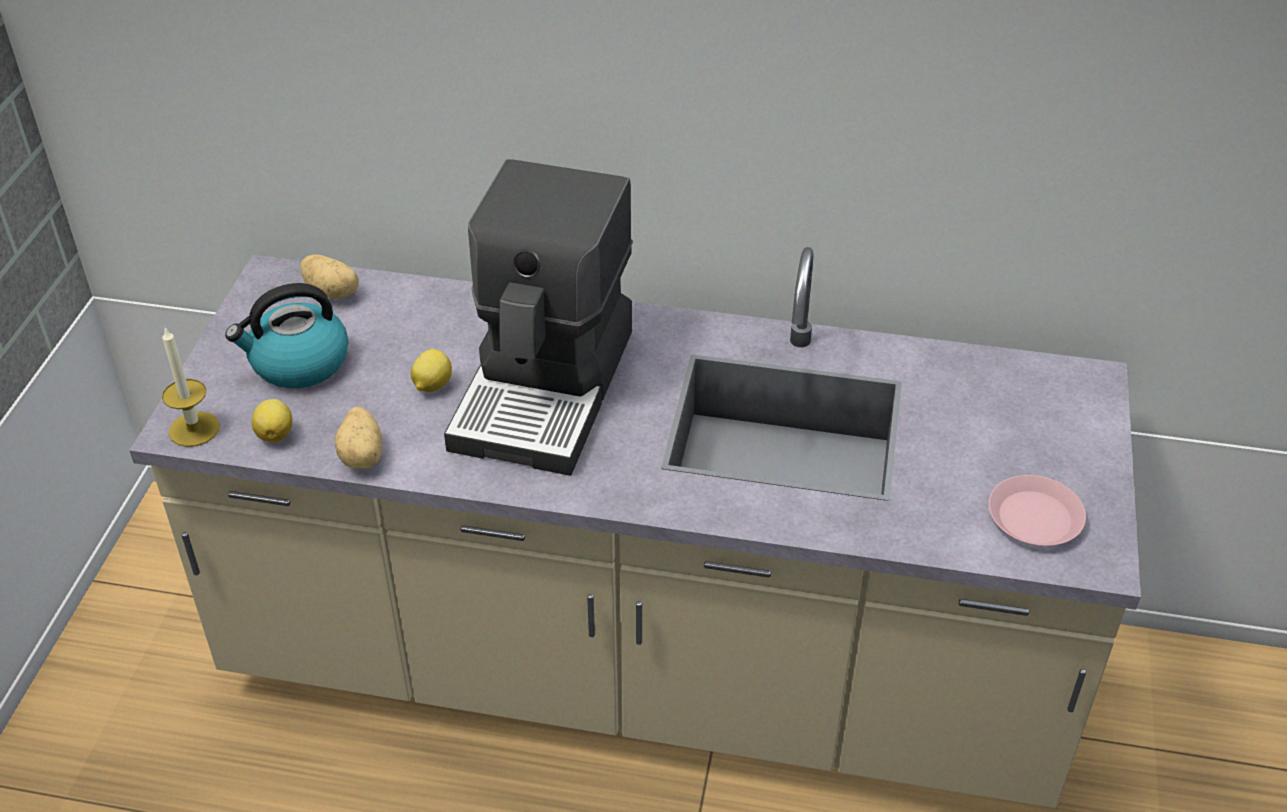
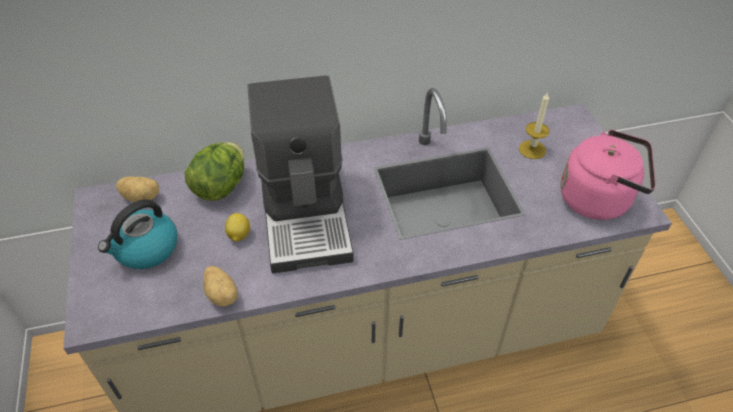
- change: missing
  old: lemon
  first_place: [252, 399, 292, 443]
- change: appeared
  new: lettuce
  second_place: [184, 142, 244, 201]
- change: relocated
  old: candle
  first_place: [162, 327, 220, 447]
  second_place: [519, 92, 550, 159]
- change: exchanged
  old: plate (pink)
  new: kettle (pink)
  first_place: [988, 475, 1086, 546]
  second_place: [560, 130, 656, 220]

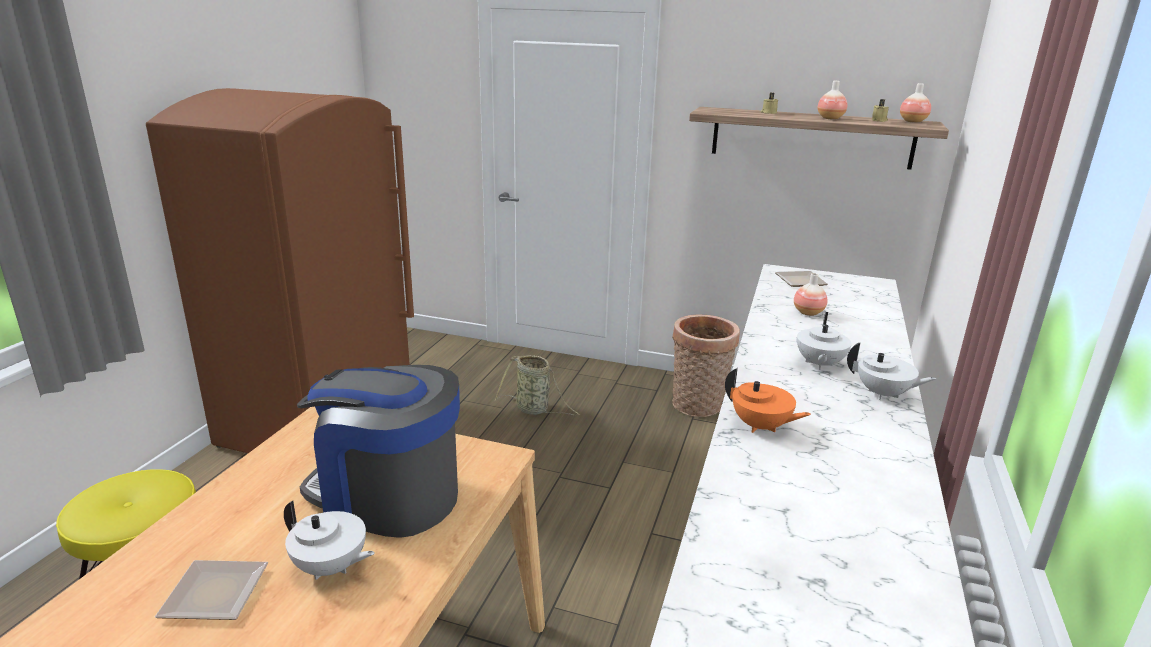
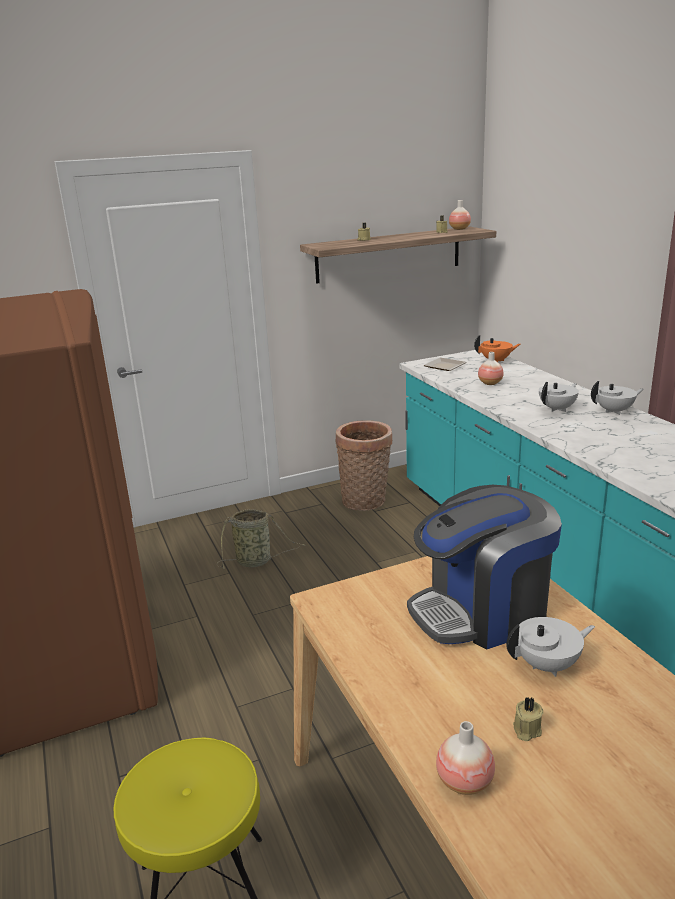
- change: relocated
  old: teapot (orange)
  first_place: [725, 368, 811, 433]
  second_place: [474, 335, 520, 362]
- change: relocated
  old: vase
  first_place: [818, 81, 847, 120]
  second_place: [436, 721, 495, 795]
- change: exchanged
  old: plate
  new: candle (beige)
  first_place: [155, 560, 268, 620]
  second_place: [513, 697, 544, 741]
- change: spun
  old: teapot (white)
  first_place: [797, 312, 852, 370]
  second_place: [539, 382, 579, 412]
  degrees: -105

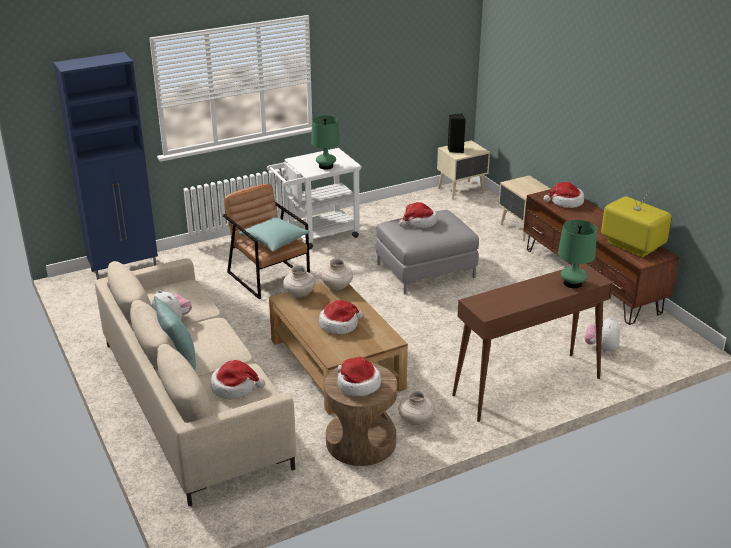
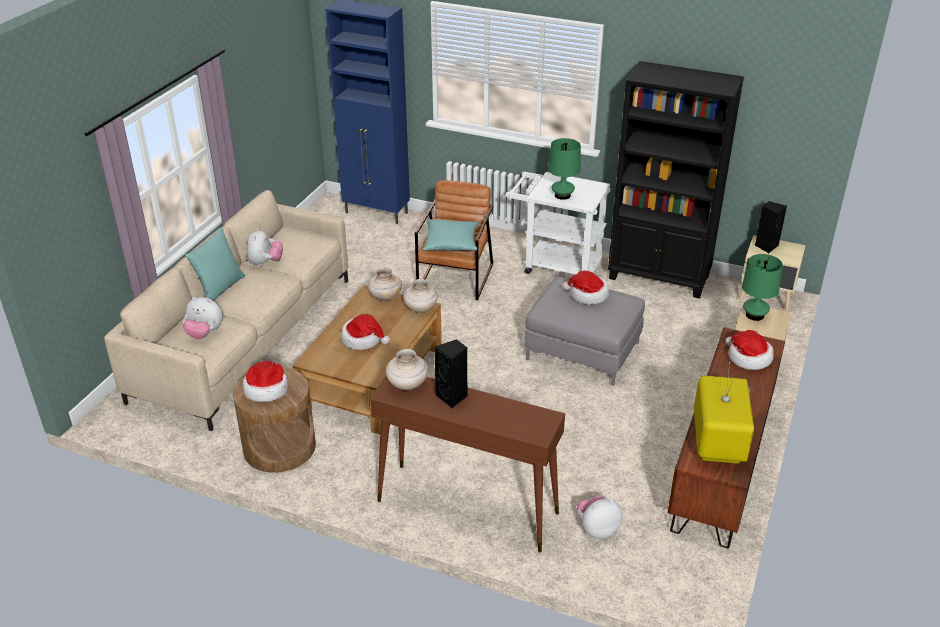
- change: appeared
  new: speaker (black)
  second_place: [435, 339, 468, 408]
- change: appeared
  new: bookcase (black)
  second_place: [608, 61, 744, 299]
- change: relocated
  old: vase (beige)
  first_place: [398, 390, 434, 425]
  second_place: [386, 349, 428, 390]
- change: relocated
  old: table lamp (green)
  first_place: [558, 220, 597, 288]
  second_place: [742, 254, 783, 321]
- change: exchanged
  old: hat
  new: plush toy
  first_place: [211, 360, 265, 399]
  second_place: [183, 297, 223, 339]

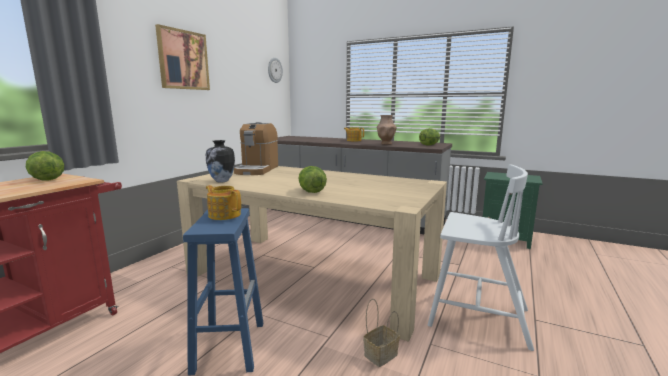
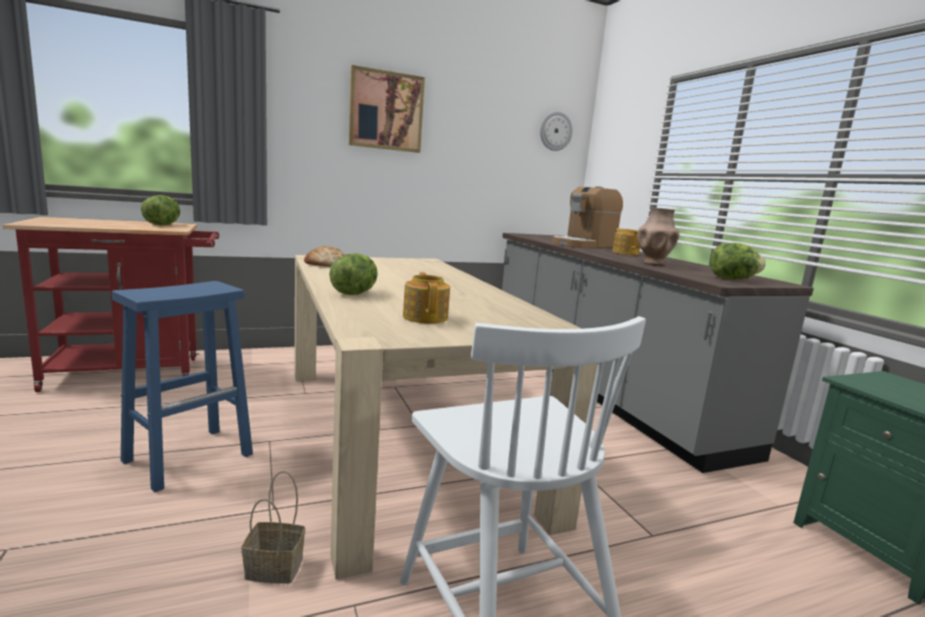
- change: relocated
  old: teapot
  first_place: [206, 185, 241, 220]
  second_place: [403, 272, 450, 324]
- change: relocated
  old: coffee machine
  first_place: [234, 122, 278, 175]
  second_place: [552, 186, 623, 248]
- change: exchanged
  old: vase
  new: bread
  first_place: [206, 140, 235, 183]
  second_place: [304, 246, 345, 267]

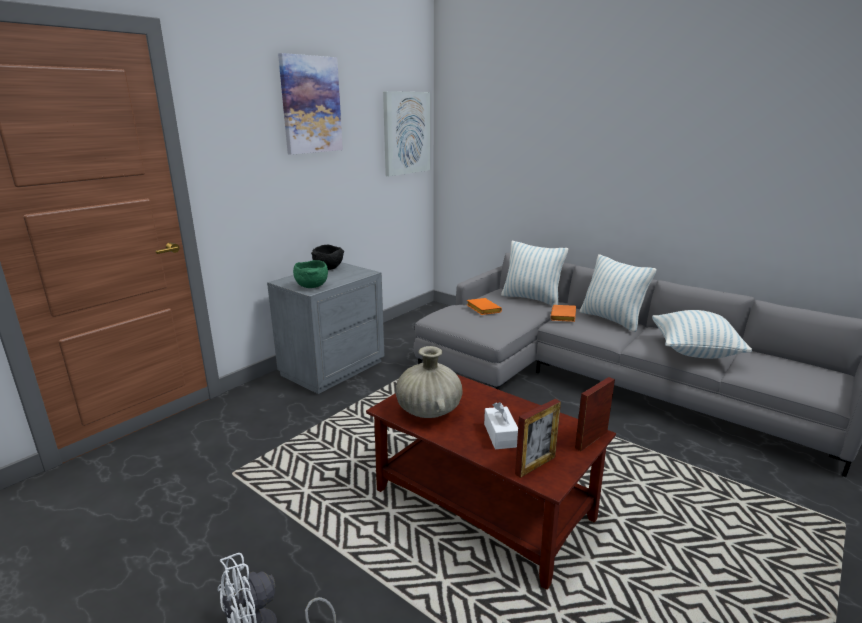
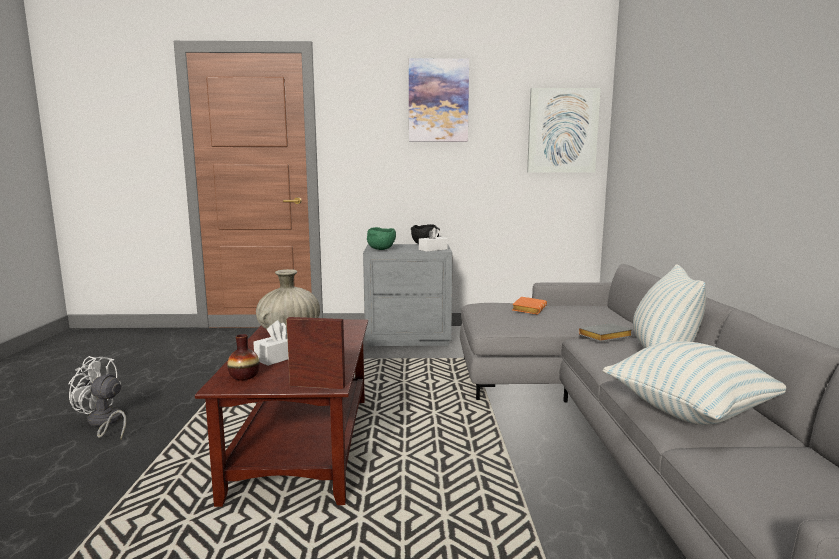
- change: missing
  old: pillow
  first_place: [501, 241, 568, 306]
- change: appeared
  new: tissue box (white)
  second_place: [419, 228, 448, 252]
- change: exchanged
  old: picture frame
  new: vase
  first_place: [515, 399, 561, 478]
  second_place: [227, 334, 260, 380]
- change: colour
  old: book (orange)
  new: book (grey)
  first_place: [550, 305, 576, 322]
  second_place: [579, 323, 633, 342]

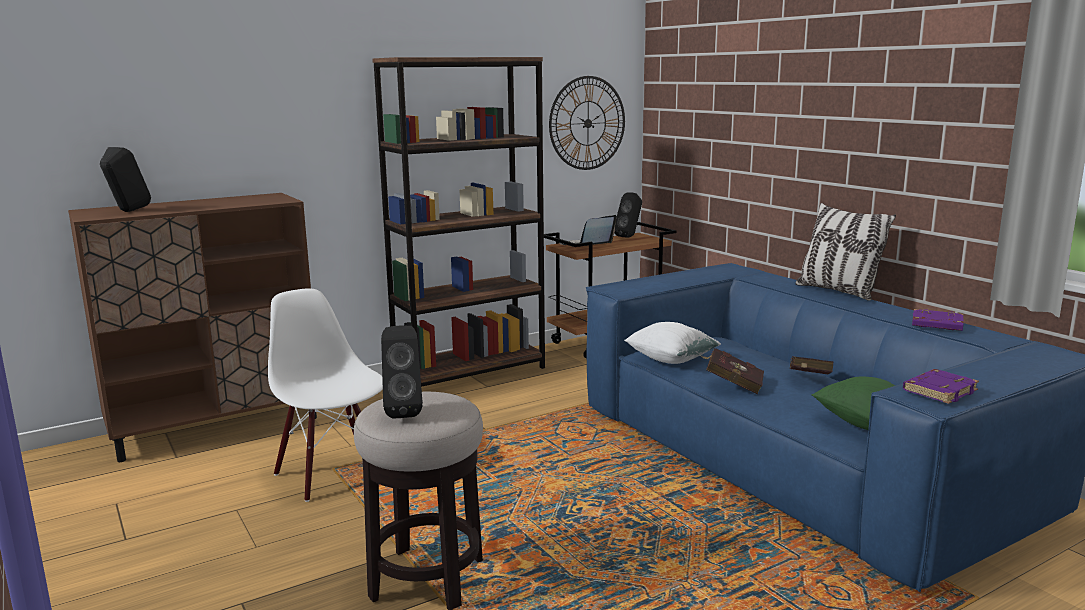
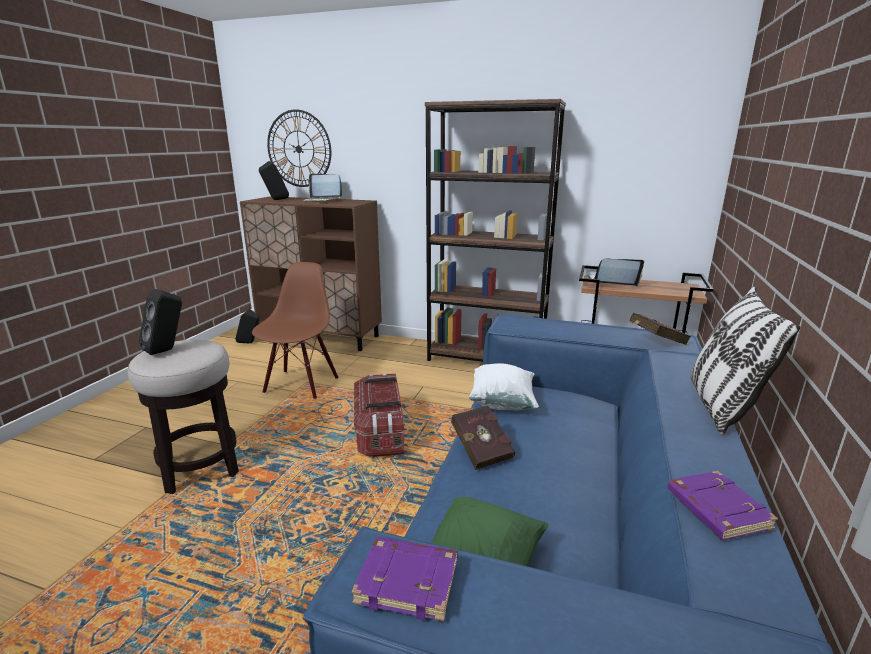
- change: appeared
  new: laptop
  second_place: [303, 174, 342, 202]
- change: appeared
  new: storage box
  second_place: [354, 373, 405, 457]
- change: relocated
  old: wall clock
  first_place: [549, 76, 625, 170]
  second_place: [267, 109, 331, 187]
- change: relocated
  old: speaker (black)
  first_place: [615, 192, 642, 237]
  second_place: [235, 309, 260, 343]
- change: relocated
  old: book (red)
  first_place: [790, 356, 834, 374]
  second_place: [630, 313, 691, 345]
- change: colour
  old: chair (white)
  new: chair (brown)
  first_place: [268, 288, 383, 502]
  second_place: [252, 262, 339, 399]

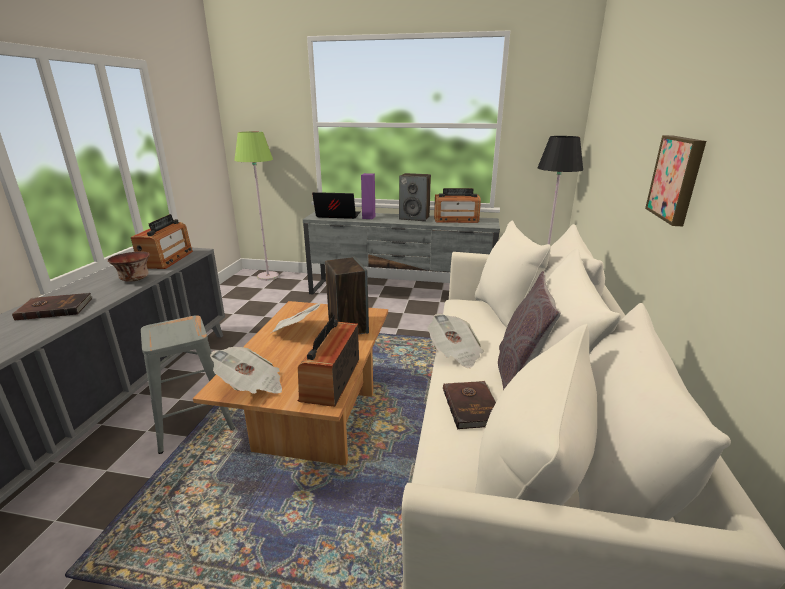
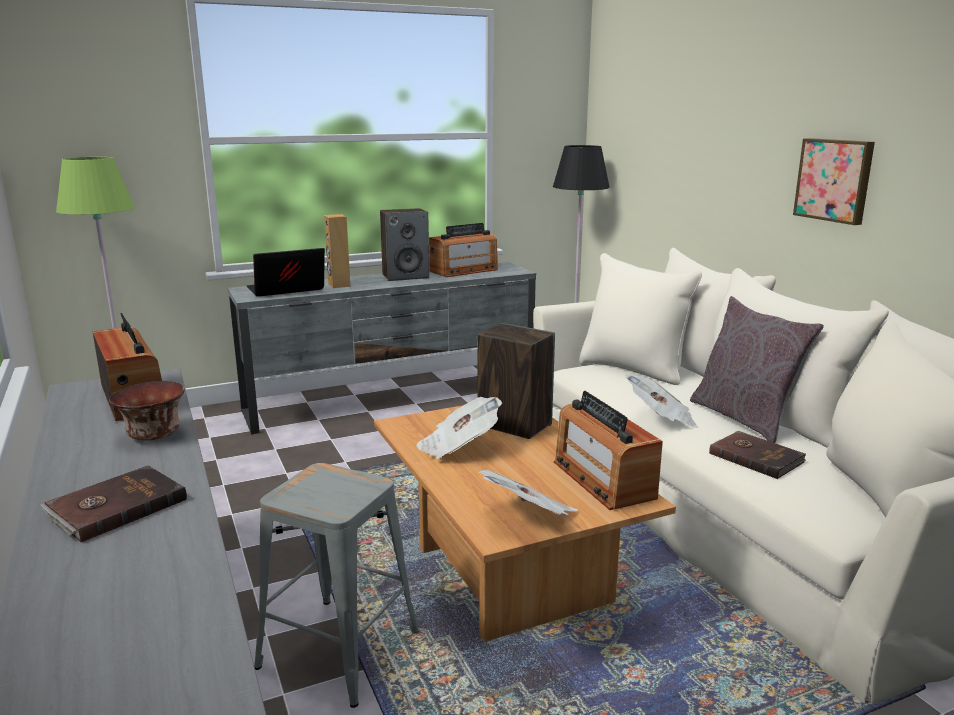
- change: colour
  old: speaker (purple)
  new: speaker (brown)
  first_place: [361, 173, 375, 219]
  second_place: [324, 214, 350, 288]

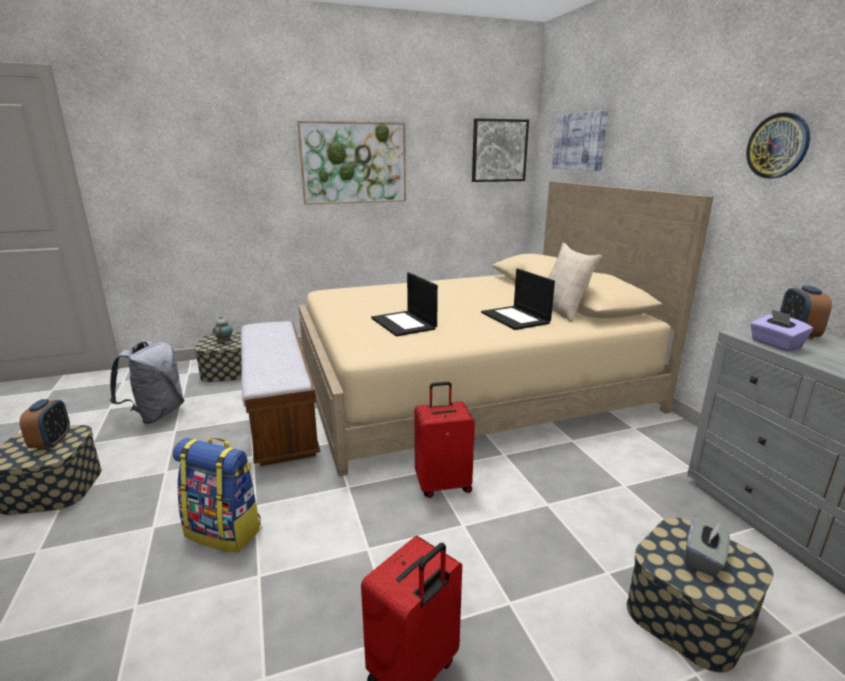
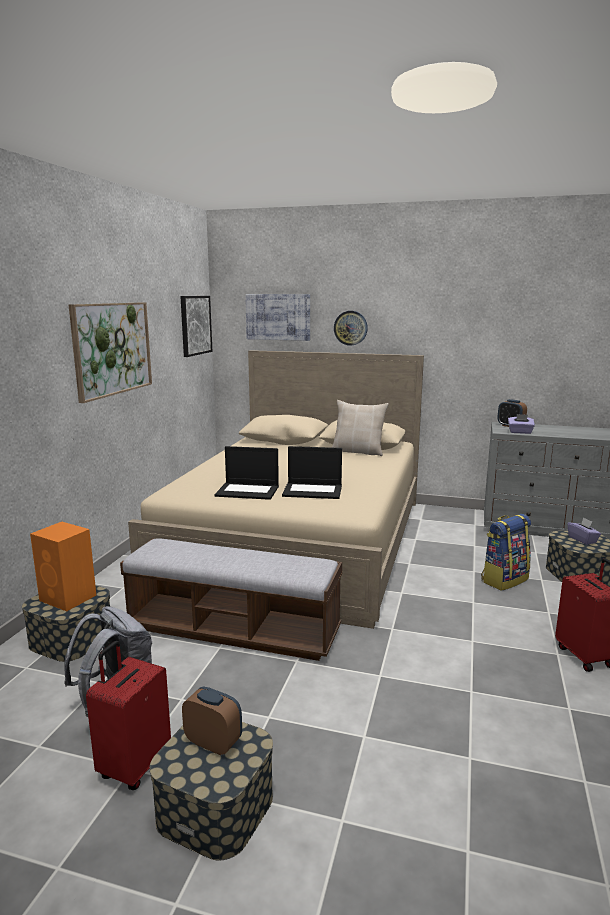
- change: relocated
  old: backpack
  first_place: [173, 438, 262, 553]
  second_place: [481, 514, 531, 591]
- change: relocated
  old: suitcase (red)
  first_place: [414, 382, 475, 498]
  second_place: [86, 641, 171, 790]
- change: relocated
  old: laptop
  first_place: [481, 269, 555, 330]
  second_place: [215, 446, 279, 500]
- change: relocated
  old: wall clock
  first_place: [746, 112, 810, 179]
  second_place: [334, 311, 368, 346]
- change: exchanged
  old: teapot
  new: speaker (orange)
  first_place: [213, 316, 233, 342]
  second_place: [30, 522, 96, 611]
- change: colour
  old: tissue box (grey)
  new: tissue box (purple)
  first_place: [685, 515, 730, 577]
  second_place: [567, 518, 601, 545]

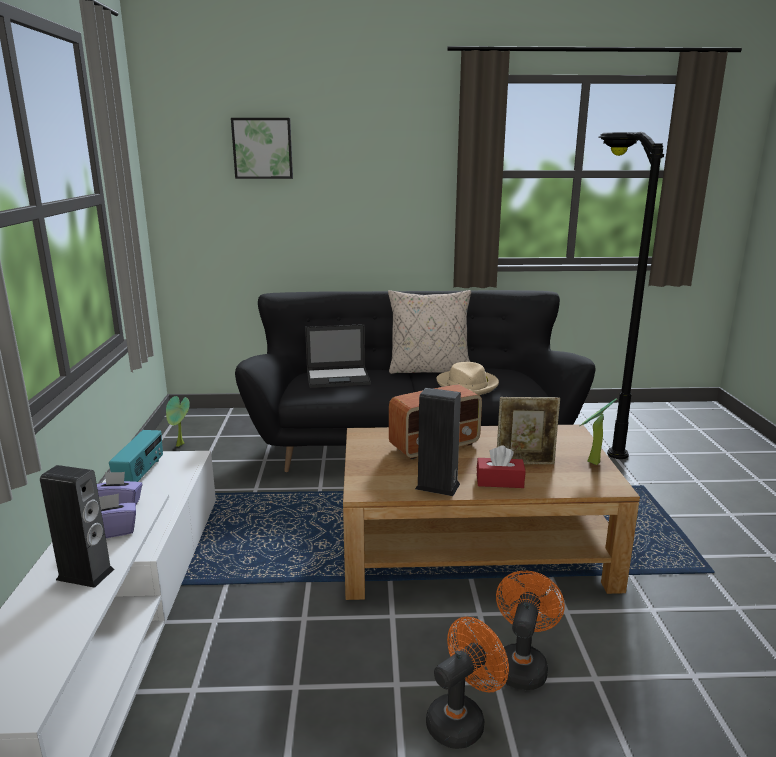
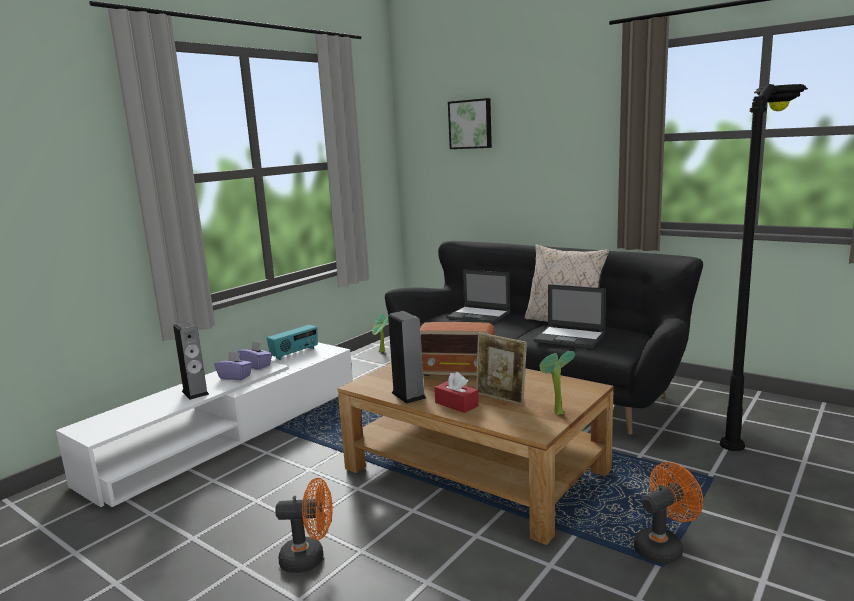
- change: relocated
  old: fan (orange)
  first_place: [496, 571, 565, 690]
  second_place: [634, 462, 703, 564]
- change: exchanged
  old: hat (beige)
  new: laptop
  first_place: [436, 362, 499, 395]
  second_place: [533, 284, 606, 348]

